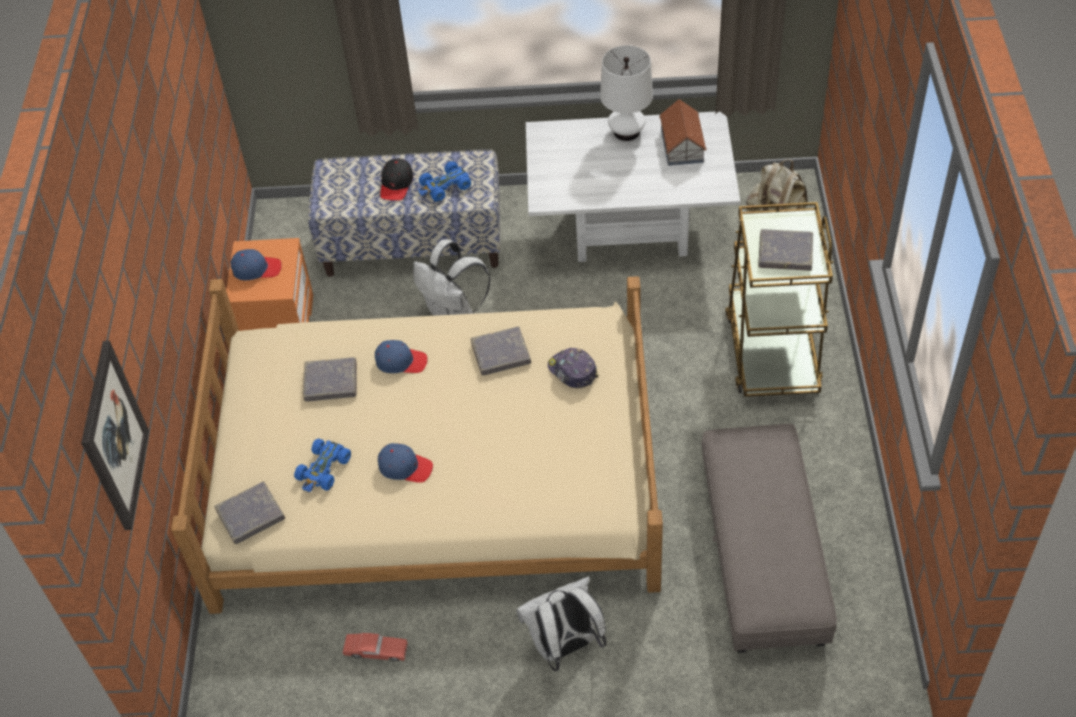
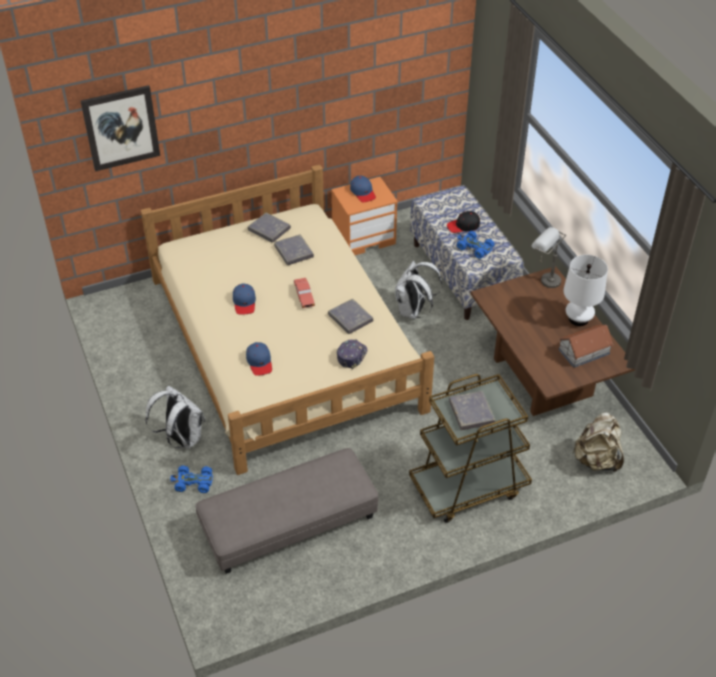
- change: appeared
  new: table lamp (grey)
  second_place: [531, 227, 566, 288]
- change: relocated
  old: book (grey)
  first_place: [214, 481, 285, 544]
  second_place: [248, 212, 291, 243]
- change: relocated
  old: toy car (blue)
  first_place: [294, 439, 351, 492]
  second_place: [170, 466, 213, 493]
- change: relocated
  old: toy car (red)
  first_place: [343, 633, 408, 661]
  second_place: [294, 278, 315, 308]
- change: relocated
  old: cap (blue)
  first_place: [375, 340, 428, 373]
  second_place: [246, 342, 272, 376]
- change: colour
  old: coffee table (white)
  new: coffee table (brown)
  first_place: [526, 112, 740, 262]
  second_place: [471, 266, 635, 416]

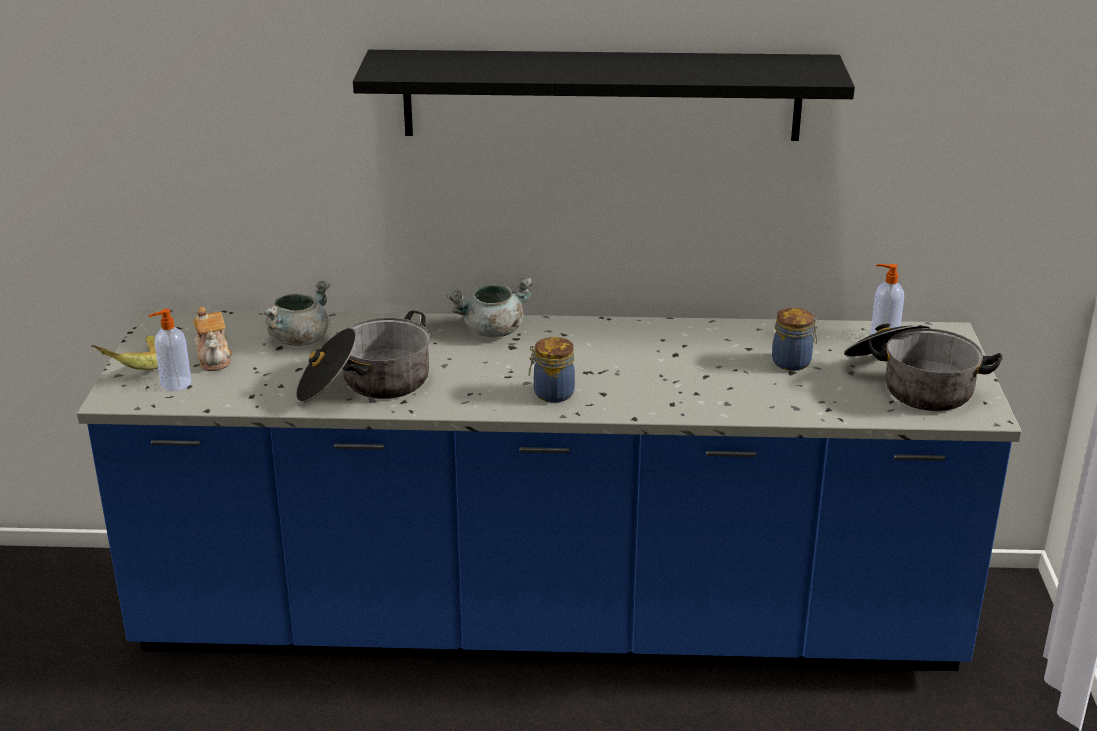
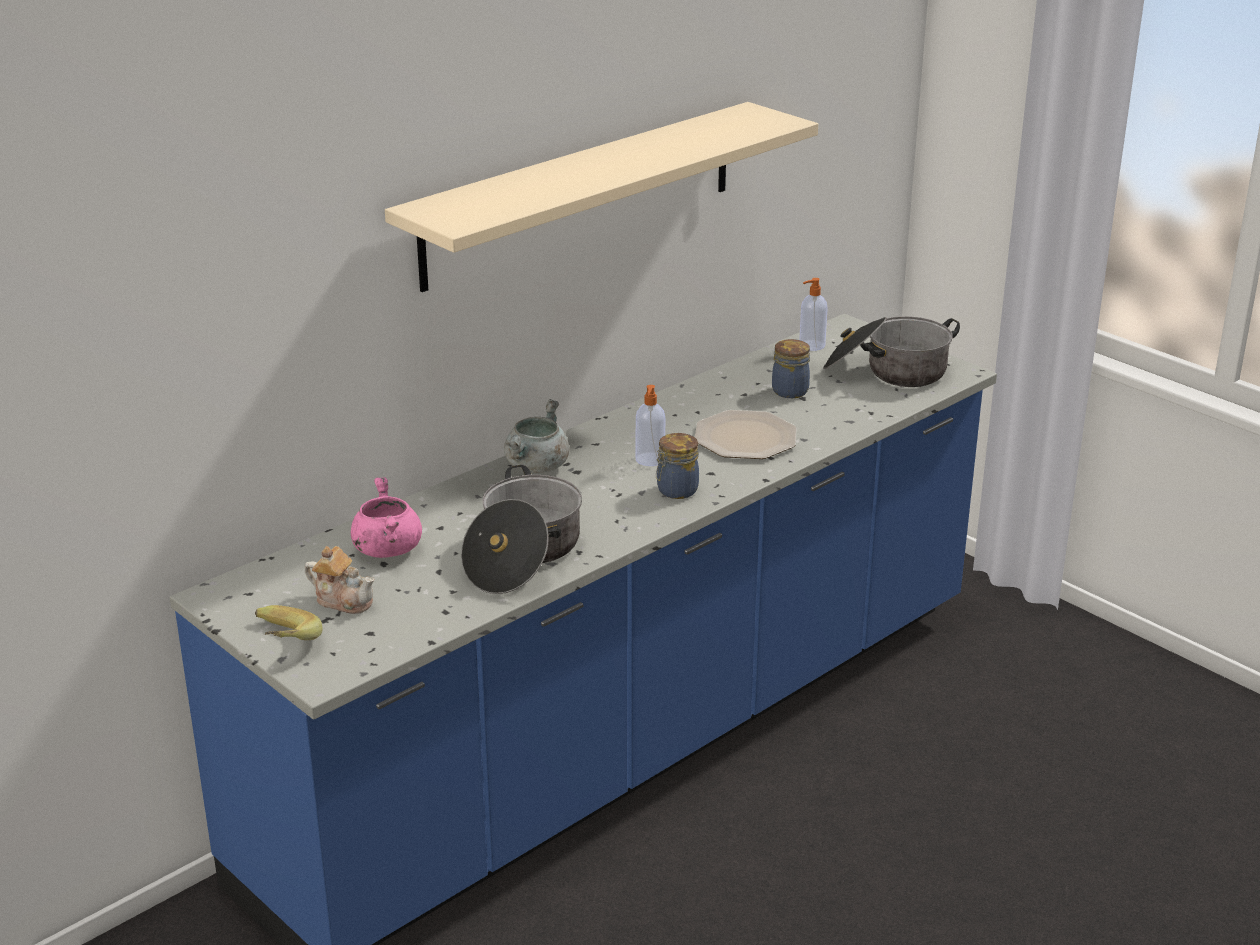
- change: appeared
  new: plate
  second_place: [695, 410, 797, 459]
- change: relocated
  old: soap dispenser
  first_place: [148, 309, 191, 391]
  second_place: [636, 385, 665, 466]
- change: colour
  old: cooking pot (grey)
  new: cooking pot (pink)
  first_place: [264, 280, 330, 346]
  second_place: [351, 478, 422, 558]
- change: colour
  old: shelf (black)
  new: shelf (beige)
  first_place: [353, 50, 855, 141]
  second_place: [385, 102, 818, 292]

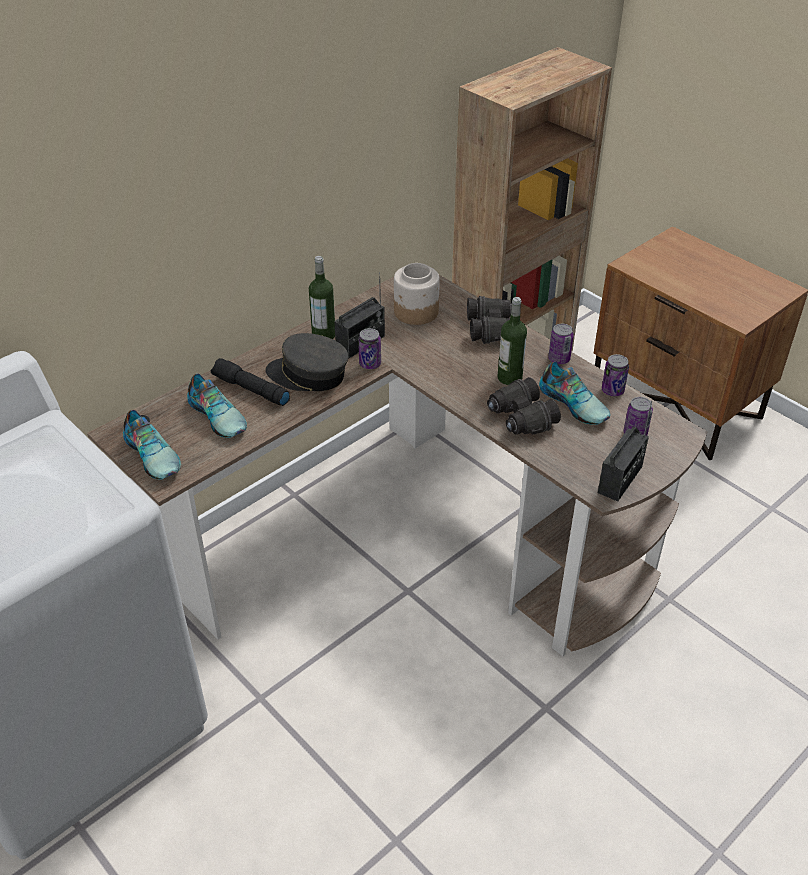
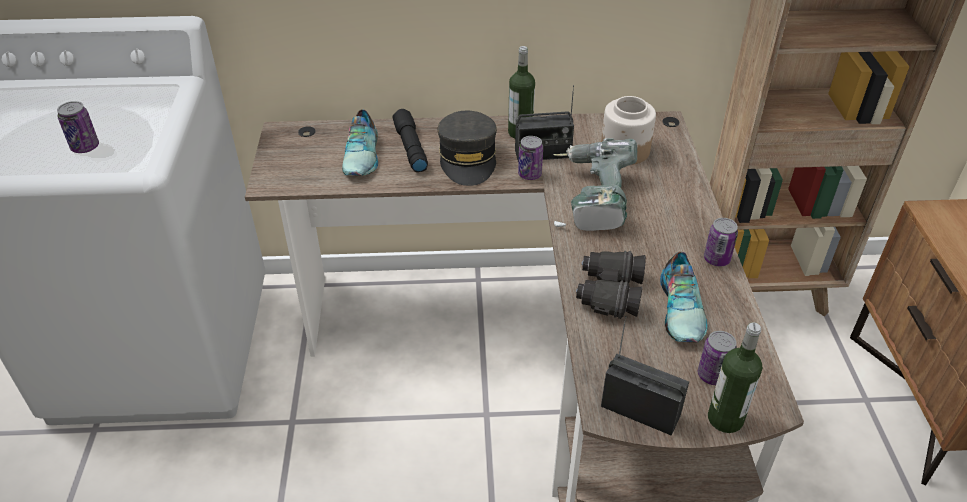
- change: missing
  old: shoe
  first_place: [123, 410, 181, 479]
- change: missing
  old: binoculars (black)
  first_place: [467, 296, 512, 344]
- change: appeared
  new: power drill
  second_place: [553, 138, 637, 231]
- change: relocated
  old: bottle
  first_place: [498, 297, 527, 385]
  second_place: [708, 322, 762, 433]
- change: relocated
  old: can
  first_place: [602, 354, 629, 396]
  second_place: [57, 101, 99, 153]
- change: spun
  old: cap (grey)
  first_place: [265, 333, 348, 391]
  second_place: [438, 110, 497, 186]
  degrees: -150
- change: spun
  old: radio
  first_place: [598, 401, 652, 502]
  second_place: [601, 316, 689, 436]
  degrees: -135

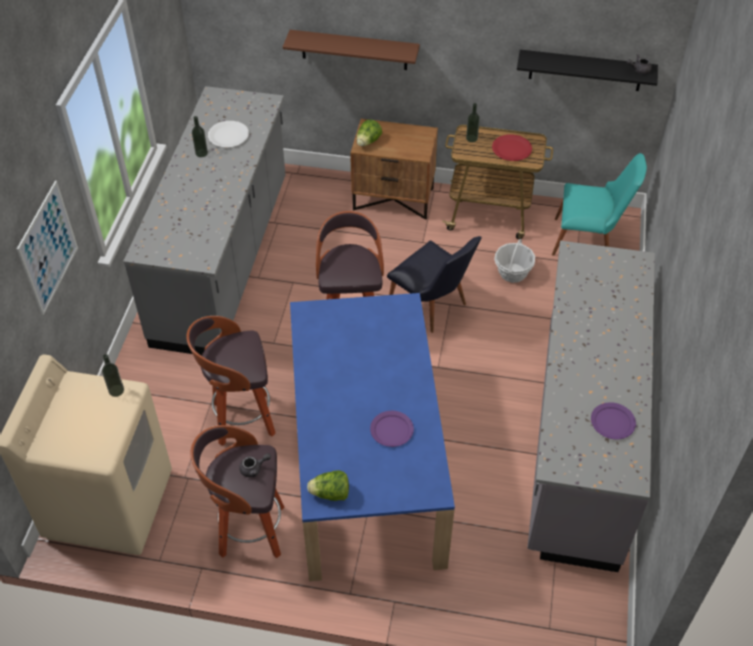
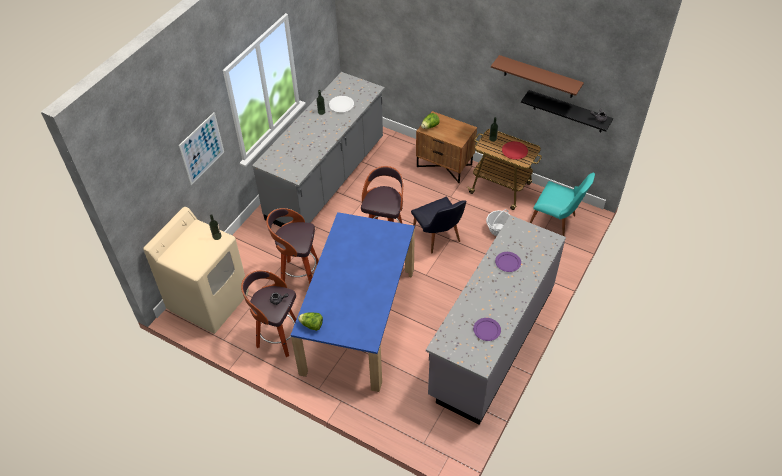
- change: relocated
  old: shelf (brown)
  first_place: [283, 30, 420, 70]
  second_place: [491, 55, 584, 98]
- change: relocated
  old: plate (purple)
  first_place: [370, 411, 414, 447]
  second_place: [495, 252, 521, 272]

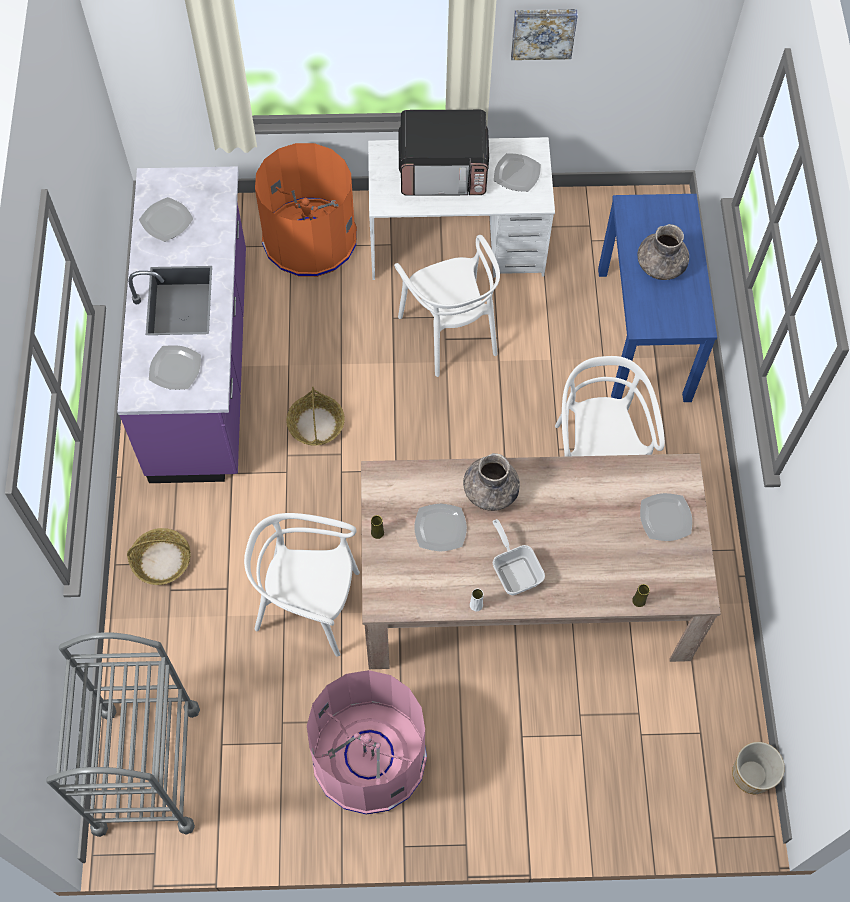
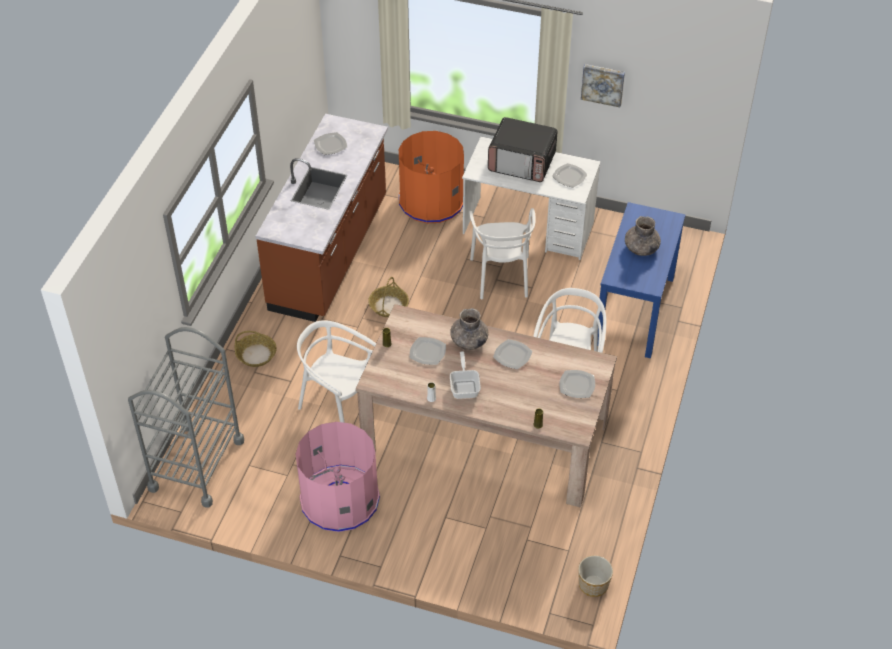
- change: relocated
  old: plate
  first_place: [149, 345, 201, 390]
  second_place: [493, 339, 532, 369]
- change: colour
  old: counter (purple)
  new: counter (brown)
  first_place: [117, 166, 246, 483]
  second_place: [255, 114, 388, 322]

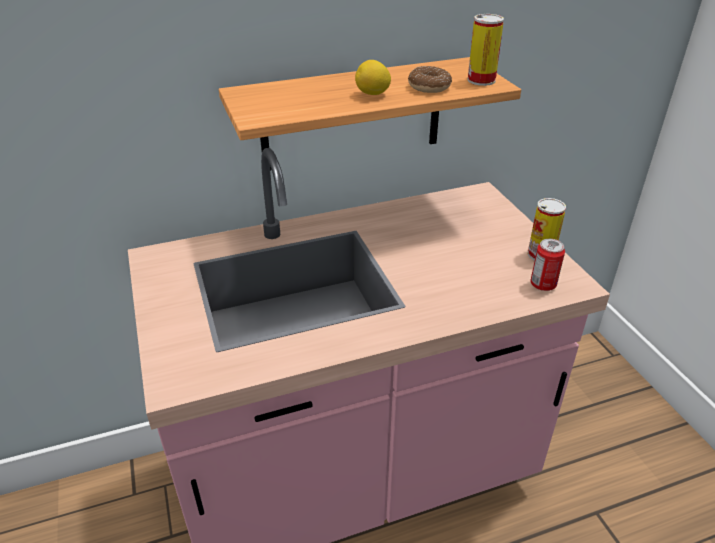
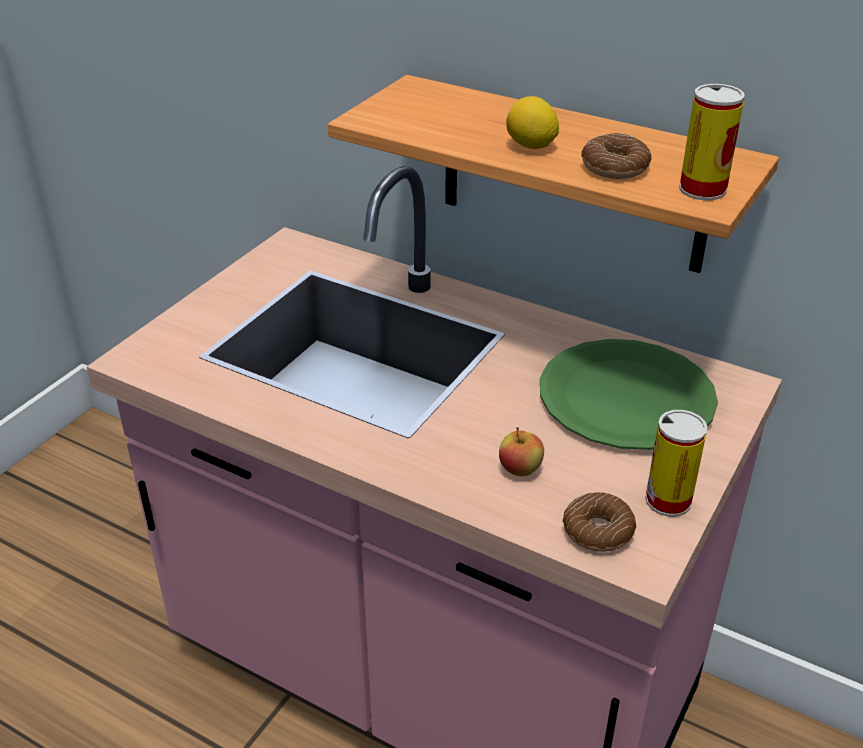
- change: appeared
  new: apple
  second_place: [499, 427, 544, 476]
- change: appeared
  new: plate (green)
  second_place: [540, 339, 718, 450]
- change: exchanged
  old: can
  new: donut
  first_place: [530, 239, 565, 291]
  second_place: [563, 492, 636, 552]

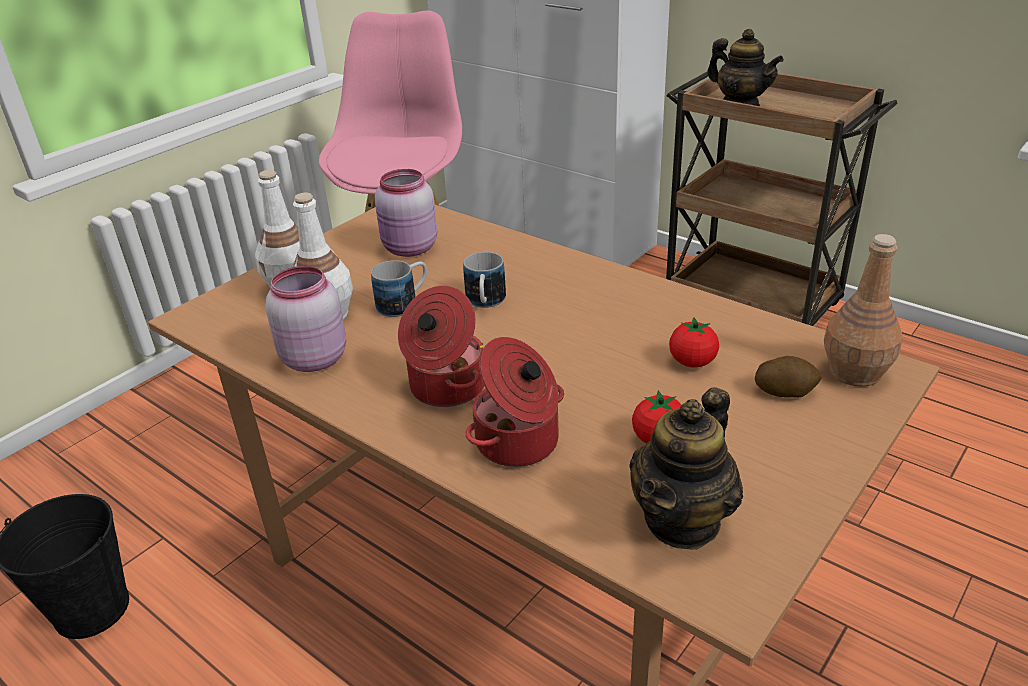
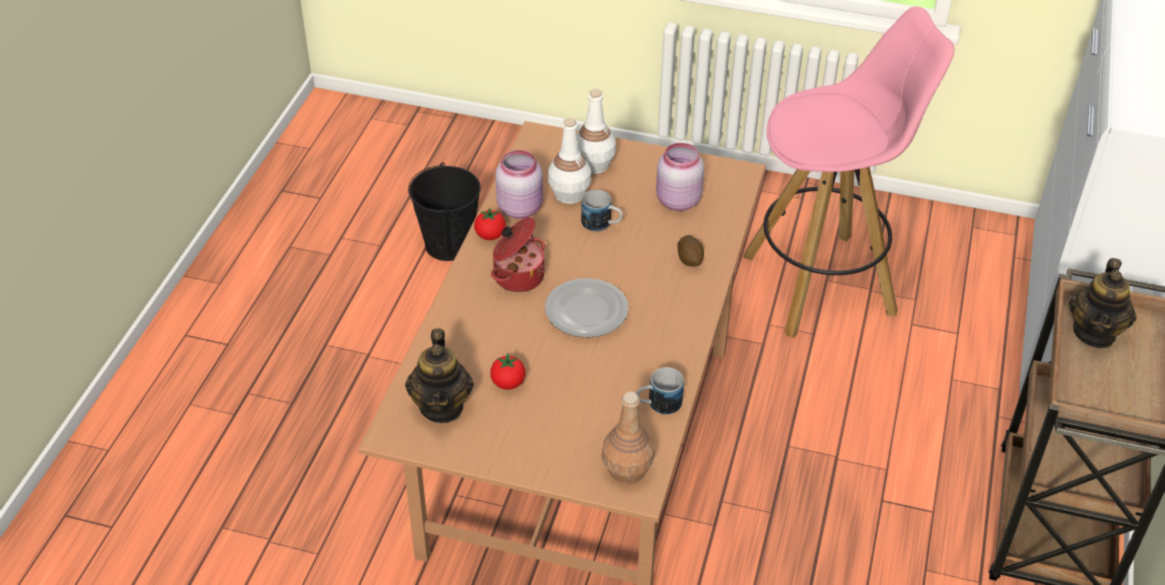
- change: missing
  old: cooking pot
  first_place: [466, 337, 564, 467]
- change: appeared
  new: plate
  second_place: [545, 278, 629, 338]
- change: relocated
  old: mug
  first_place: [463, 252, 506, 308]
  second_place: [636, 367, 684, 415]
- change: relocated
  old: tomato
  first_place: [669, 317, 719, 367]
  second_place: [474, 207, 506, 240]
- change: relocated
  old: potato
  first_place: [755, 356, 822, 398]
  second_place: [678, 235, 704, 267]
- change: spun
  old: teapot
  first_place: [629, 387, 743, 550]
  second_place: [405, 329, 473, 423]
  degrees: -105

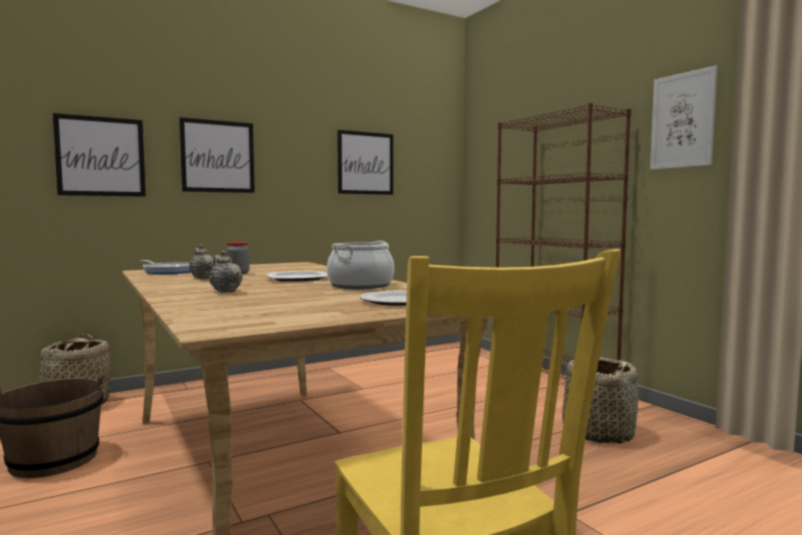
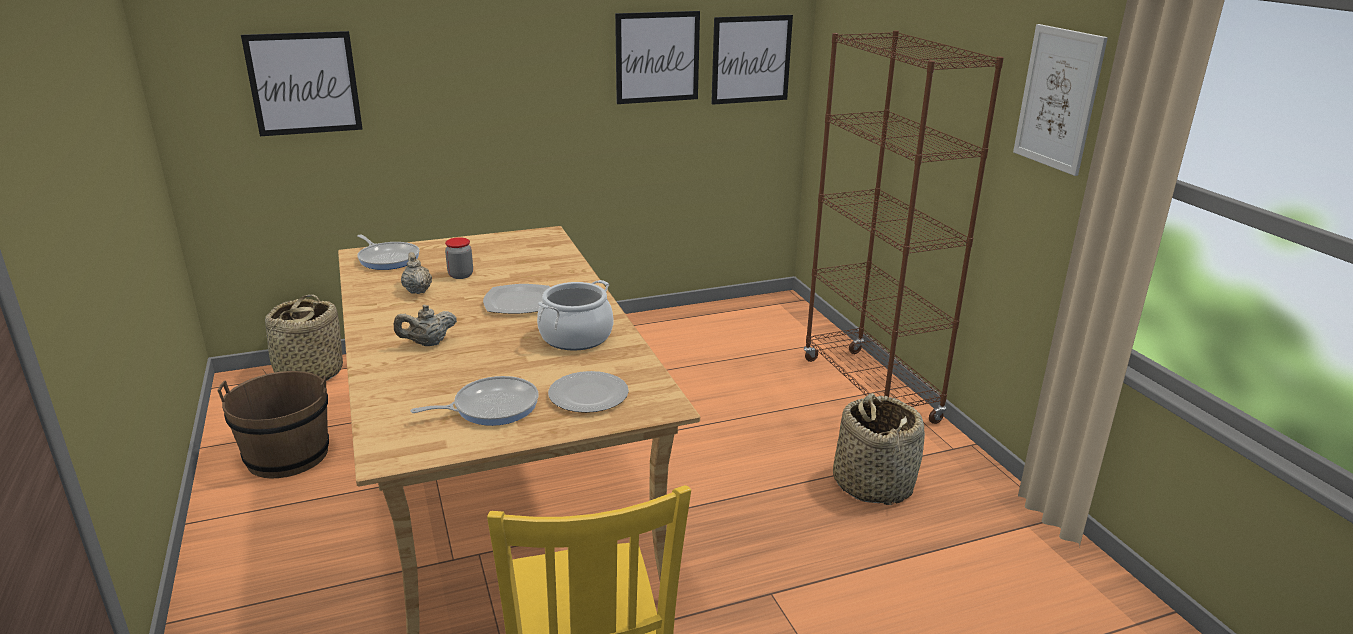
- change: appeared
  new: frying pan
  second_place: [410, 376, 538, 426]
- change: relocated
  old: picture
  first_place: [179, 117, 255, 193]
  second_place: [711, 15, 793, 105]
- change: spun
  old: teapot (beige)
  first_place: [209, 251, 243, 293]
  second_place: [394, 305, 457, 346]
  degrees: -90

